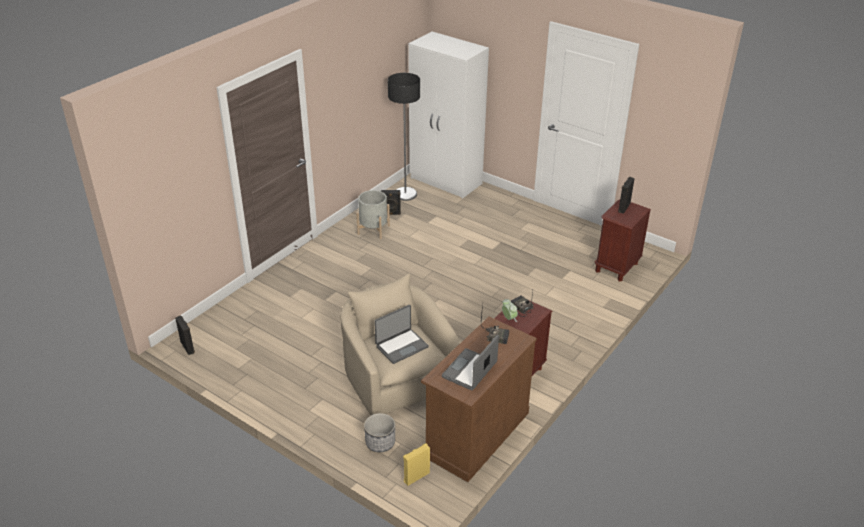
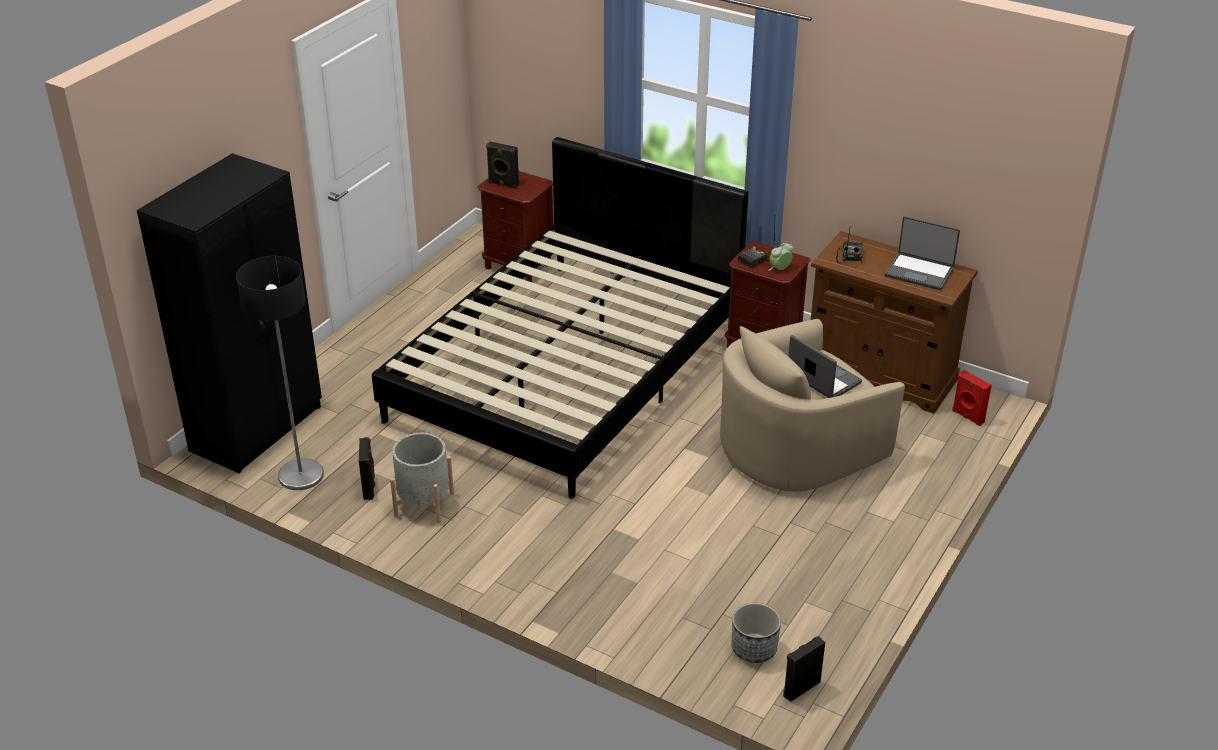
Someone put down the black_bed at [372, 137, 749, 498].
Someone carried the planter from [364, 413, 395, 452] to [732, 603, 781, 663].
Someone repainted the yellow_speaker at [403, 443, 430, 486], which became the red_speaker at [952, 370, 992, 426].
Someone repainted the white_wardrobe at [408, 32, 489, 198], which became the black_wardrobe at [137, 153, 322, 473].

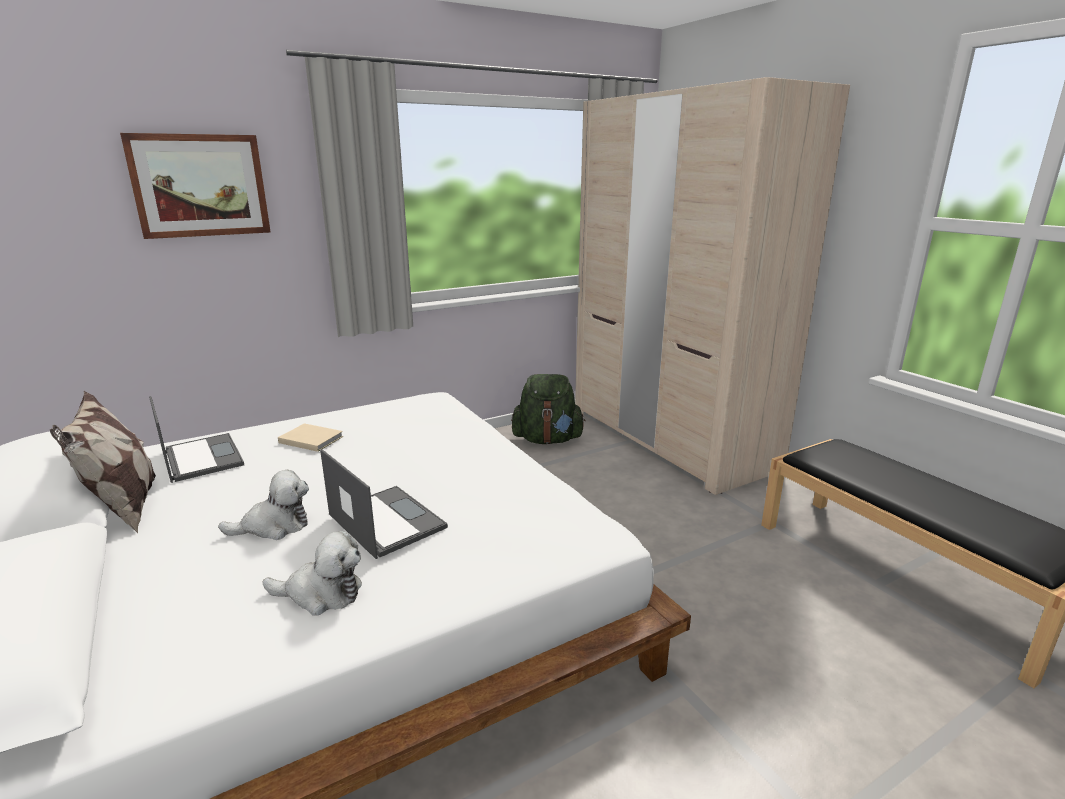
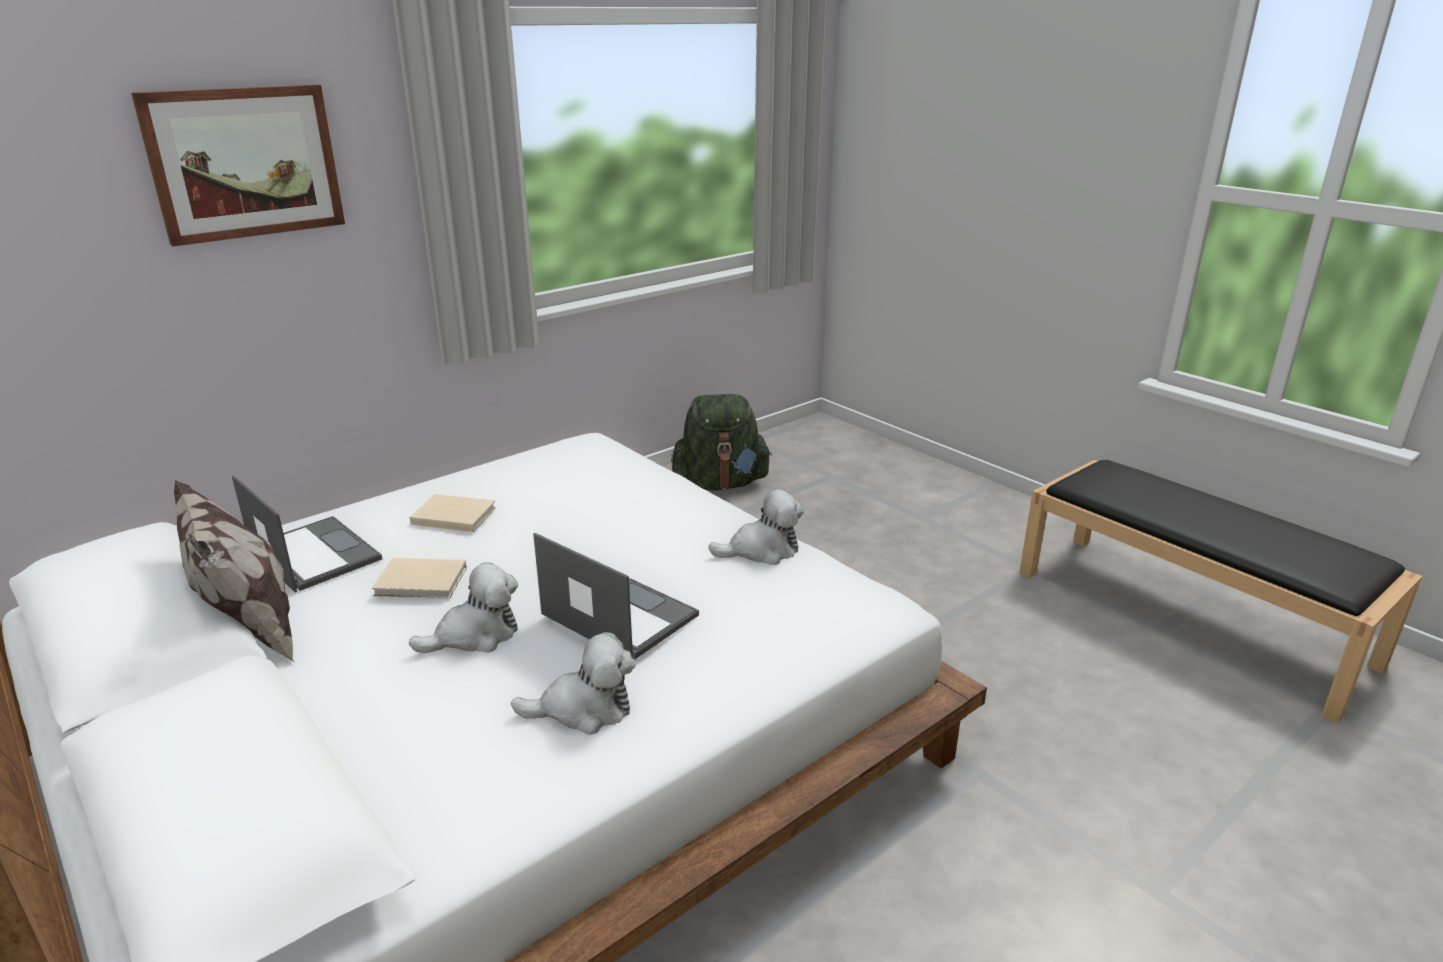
Someone took away the beige_wardrobe at [575, 77, 850, 495].
Someone put down the beige_book at [372, 558, 467, 599].
Someone put down the plush_toy at [708, 489, 804, 565].

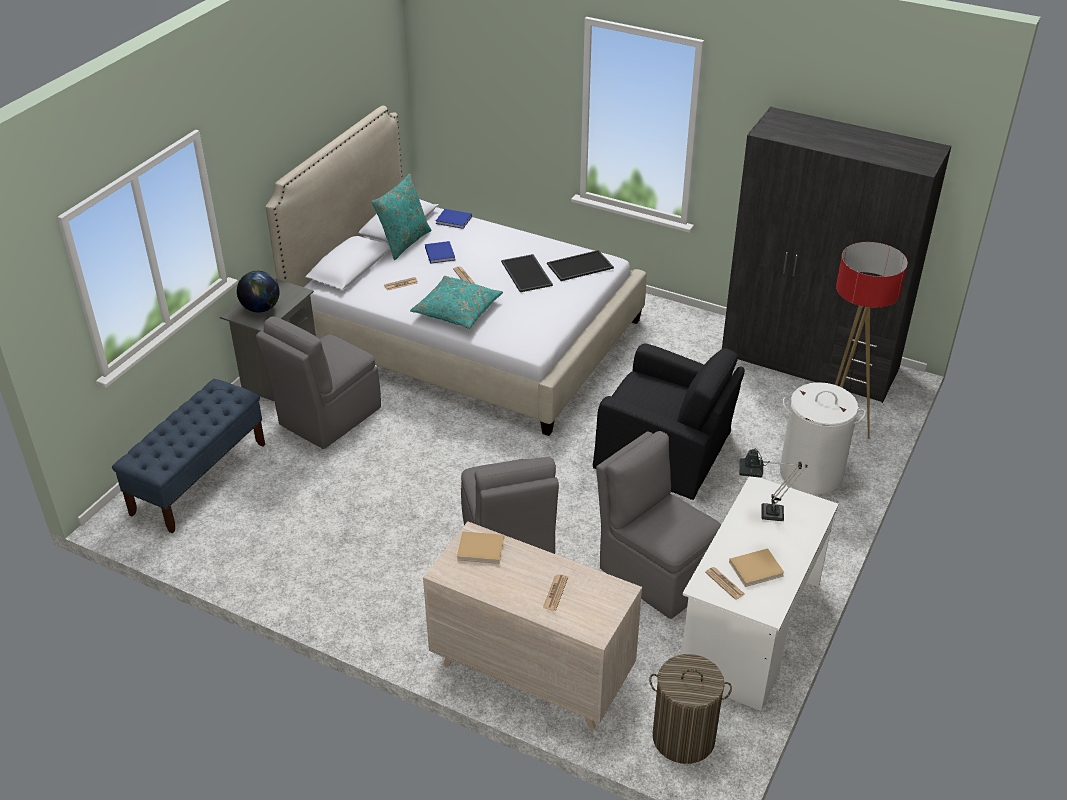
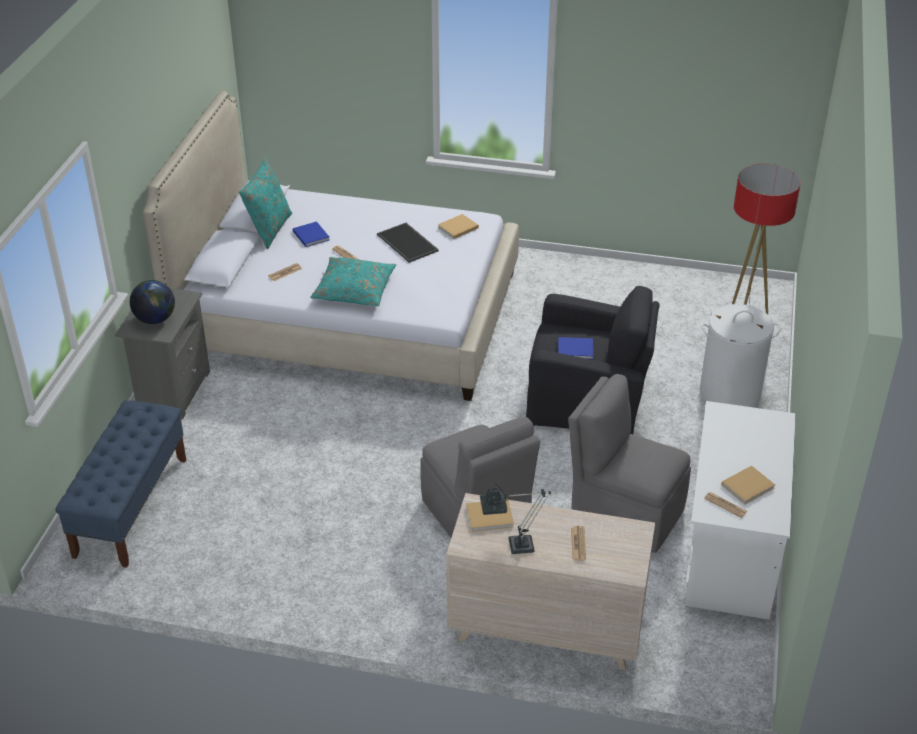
Someone took away the grey_chair at [256, 317, 381, 449].
Someone took away the laundry_basket at [649, 654, 732, 764].
Someone took away the grey_wardrobe at [722, 107, 951, 403].
Someone carried the blue_book from [436, 209, 472, 229] to [558, 337, 593, 359].
Someone carried the table_lamp from [739, 449, 807, 521] to [480, 484, 551, 554].
Someone swapped the tray at [547, 250, 614, 281] for the beige_book at [438, 214, 479, 239].

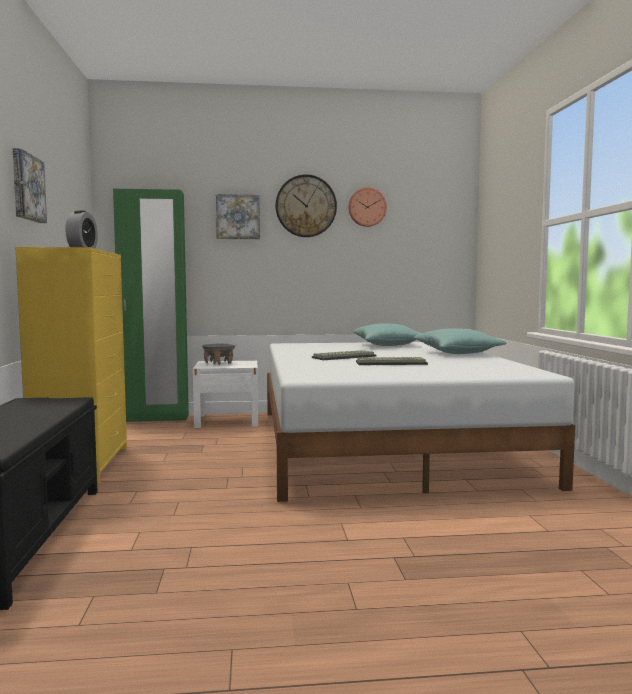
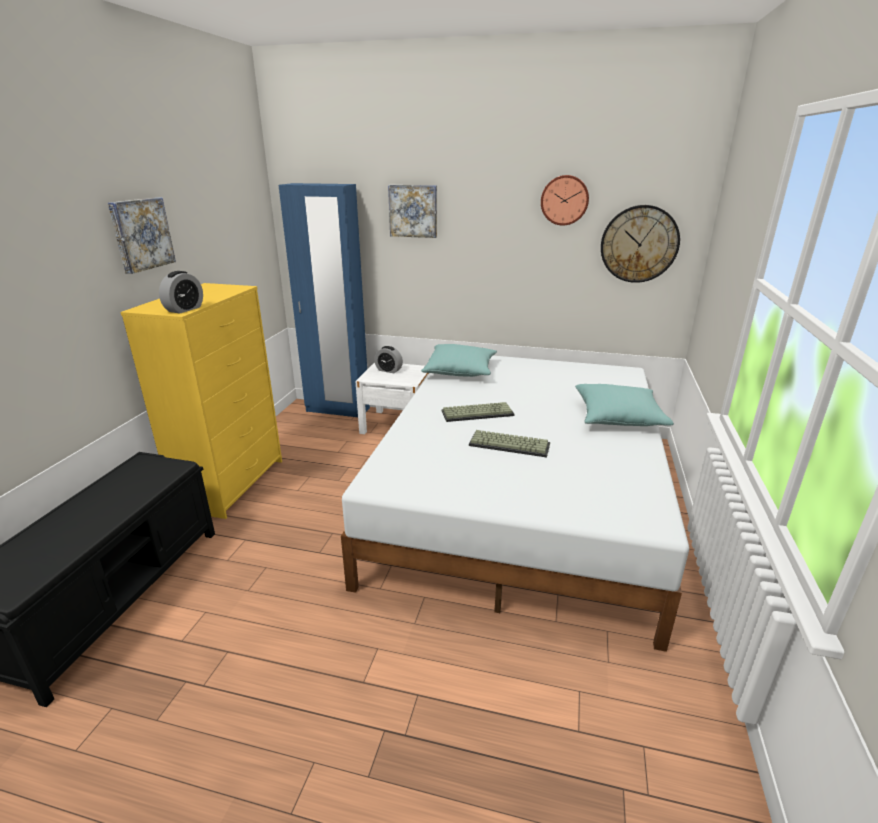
Someone carried the wall_clock from [276, 174, 337, 237] to [601, 205, 680, 283].
Someone carried the turquoise_pillow from [352, 323, 421, 346] to [421, 344, 497, 377].
Someone swapped the grey_bowl at [202, 343, 235, 365] for the alarm_clock at [374, 346, 403, 373].
Someone repainted the green_wardrobe at [113, 189, 189, 422], which became the blue_wardrobe at [279, 183, 370, 417].

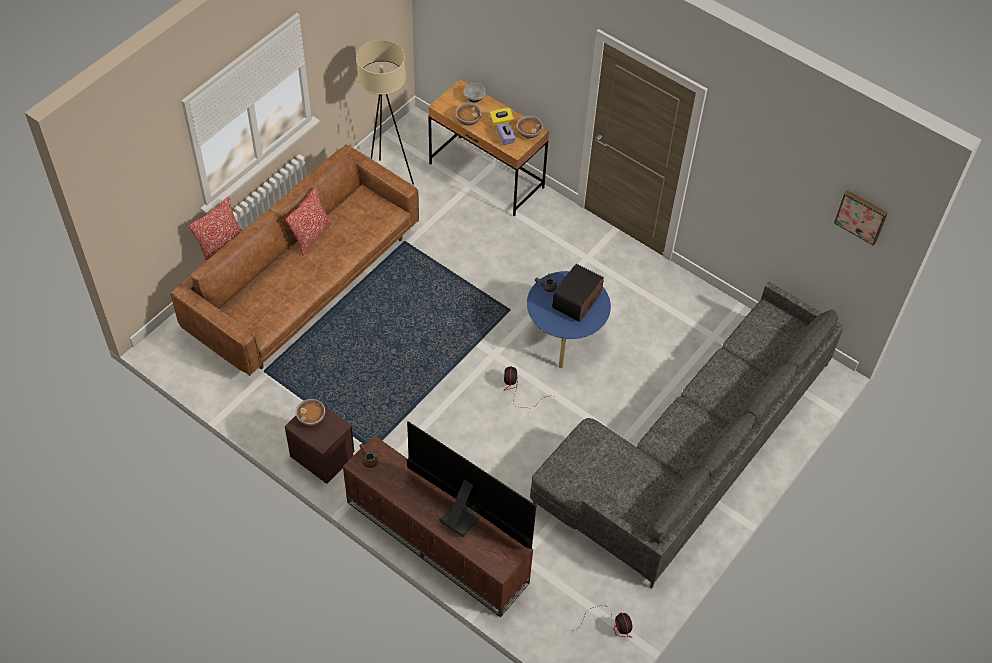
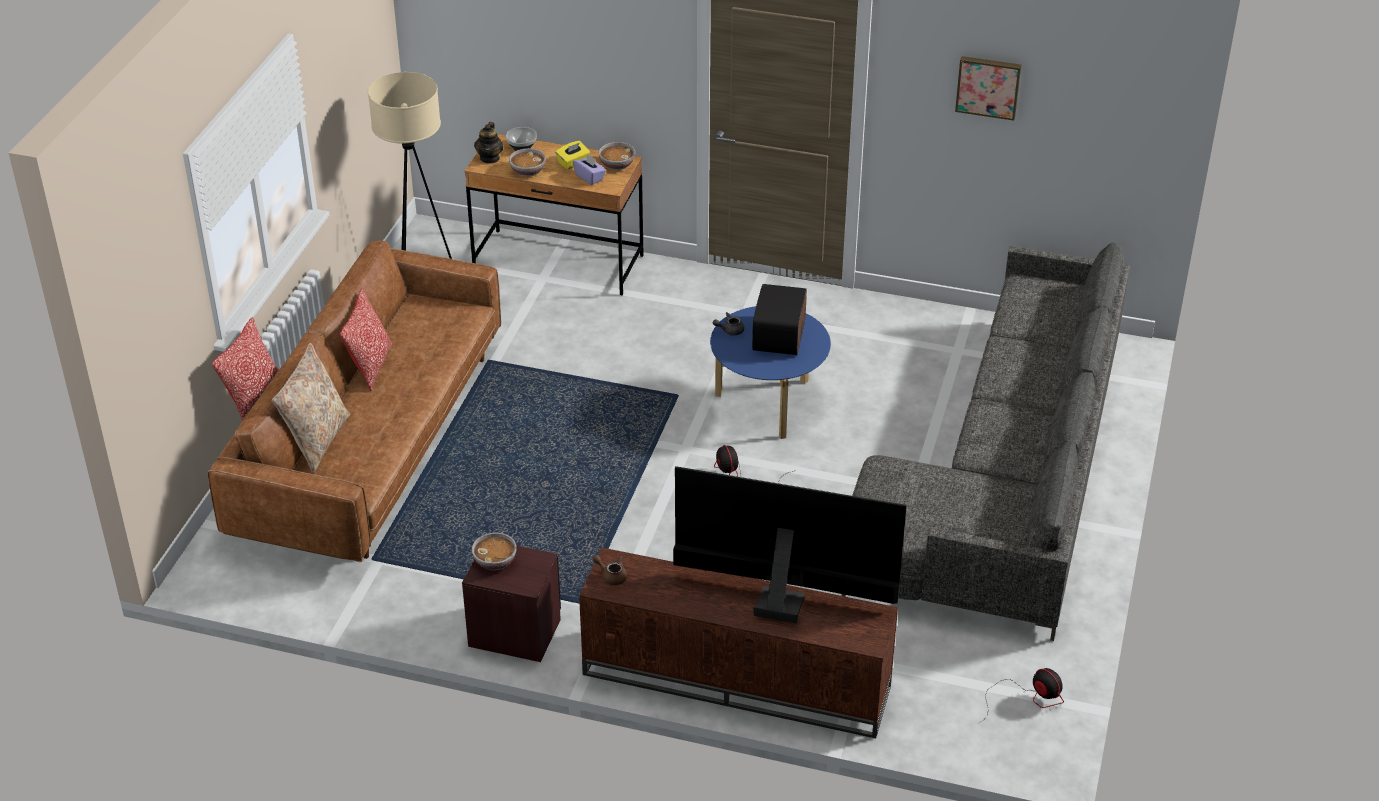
Someone put down the beige_pillow at [272, 343, 350, 473].
Someone put down the teapot at [474, 122, 504, 164].
Someone carried the picture from [834, 190, 888, 246] to [955, 56, 1021, 121].

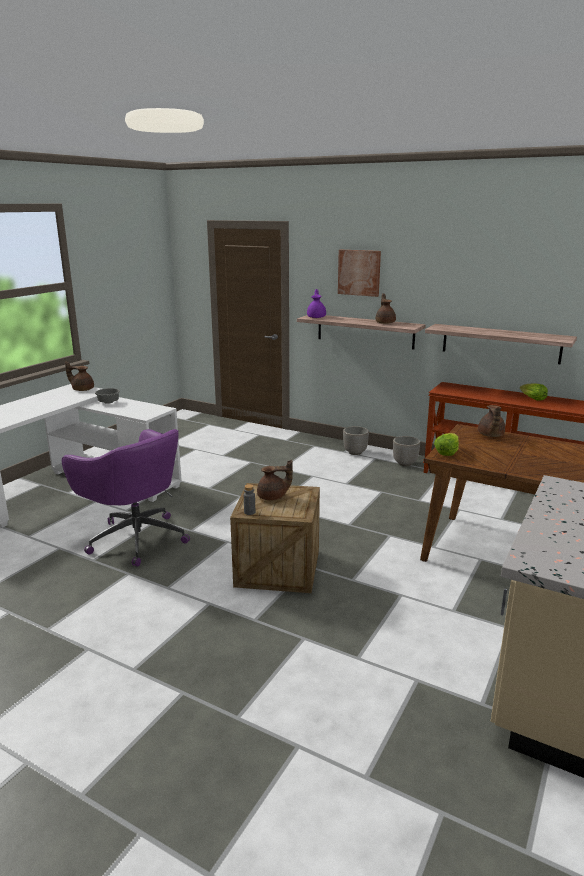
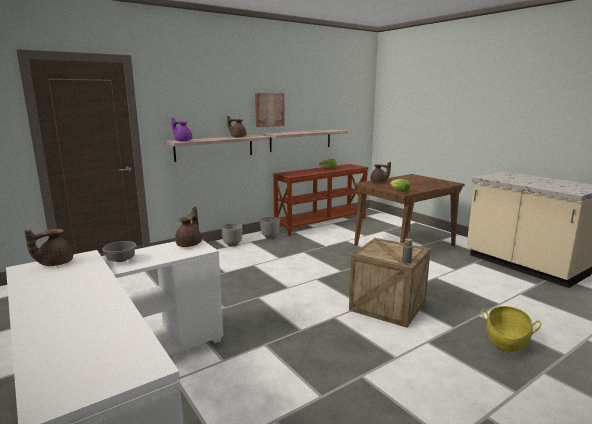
Someone took away the purple_office_chair at [62, 429, 190, 567].
Someone put down the basket at [481, 306, 541, 352].
Someone carried the brown_teapot from [257, 460, 293, 500] to [175, 206, 202, 247].
Someone carried the picture from [338, 250, 381, 297] to [255, 93, 285, 127].

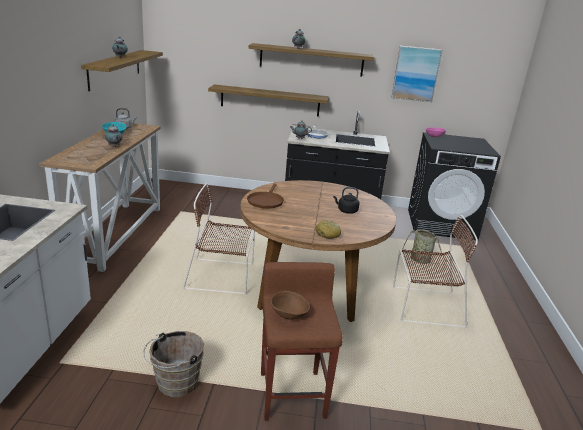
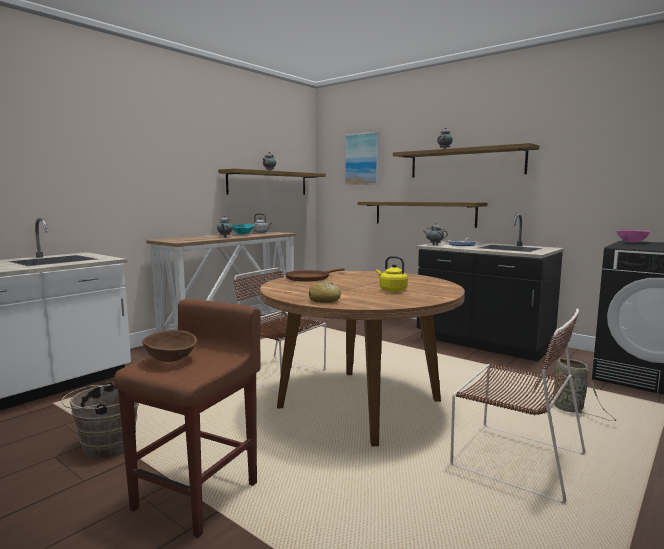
Someone carried the picture from [391, 46, 442, 102] to [345, 131, 380, 185].
Someone repainted the black_kettle at [333, 187, 360, 214], which became the yellow_kettle at [376, 256, 408, 292].

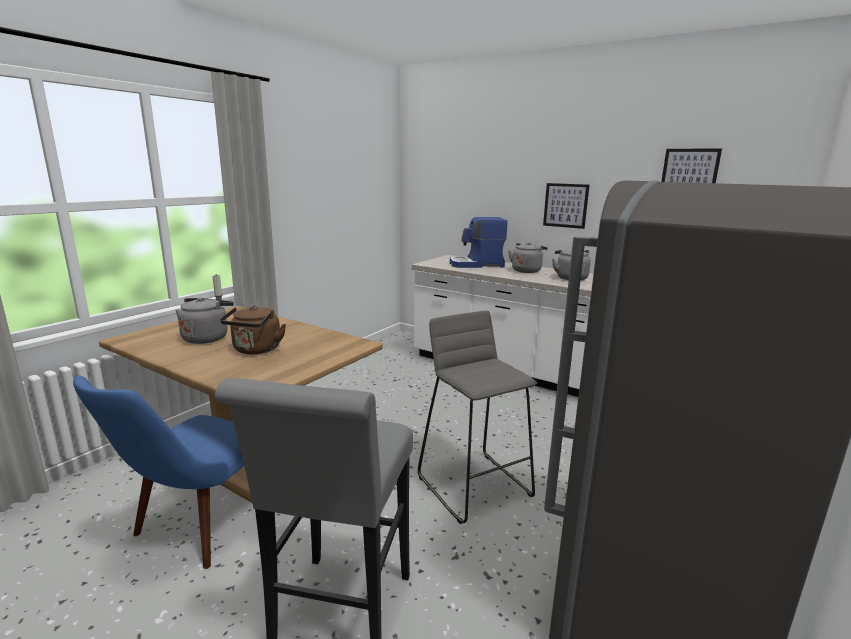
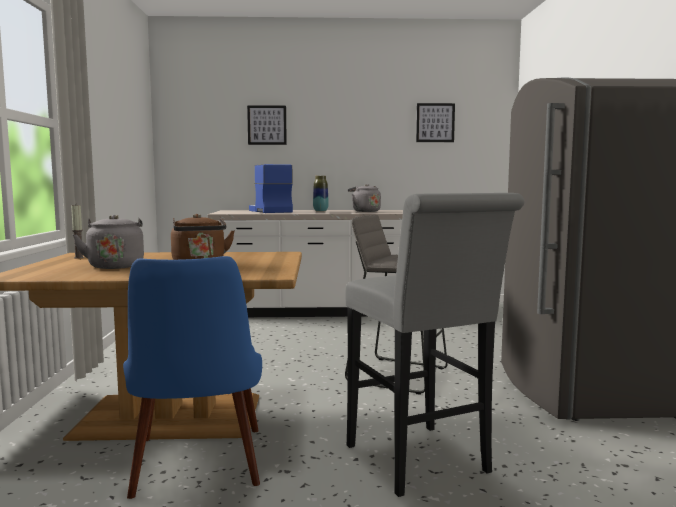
Someone carried the picture from [543, 183, 590, 229] to [247, 105, 287, 145].
Someone swapped the grey_kettle at [508, 242, 548, 273] for the vase at [313, 176, 329, 212].
Someone rotated the coffee_machine at [450, 217, 508, 268] by 105 degrees clockwise.

